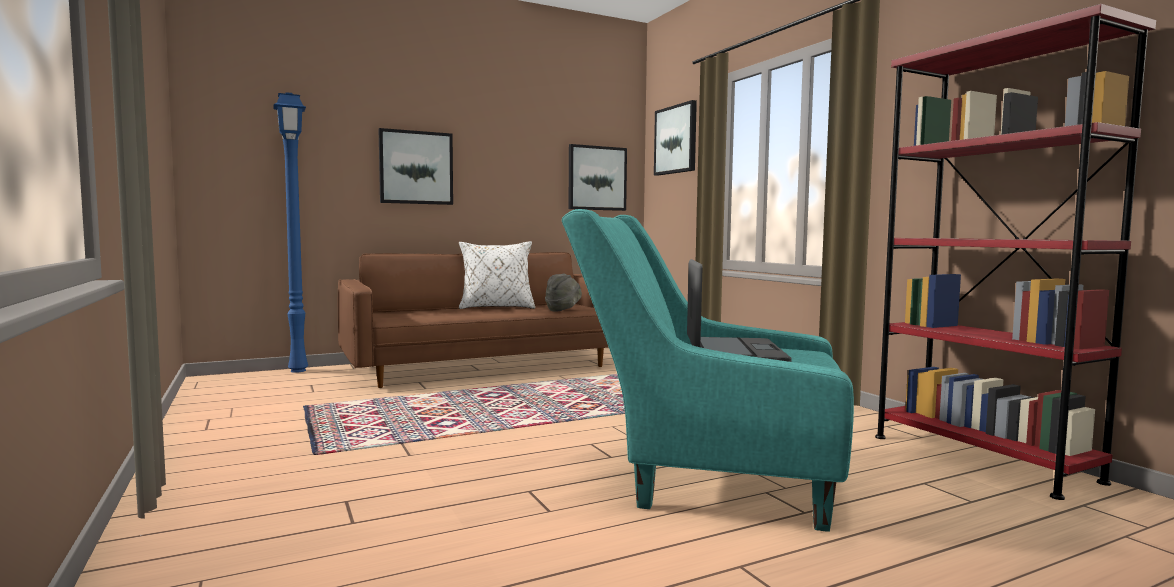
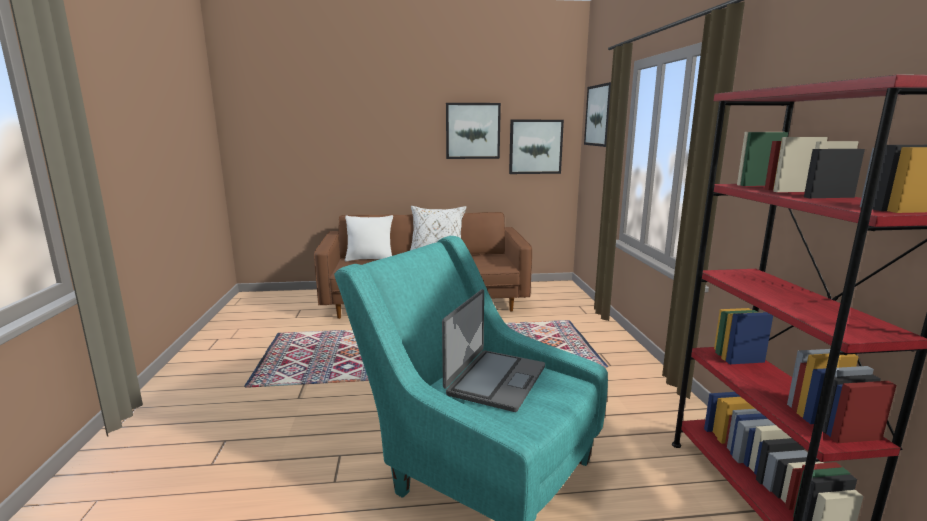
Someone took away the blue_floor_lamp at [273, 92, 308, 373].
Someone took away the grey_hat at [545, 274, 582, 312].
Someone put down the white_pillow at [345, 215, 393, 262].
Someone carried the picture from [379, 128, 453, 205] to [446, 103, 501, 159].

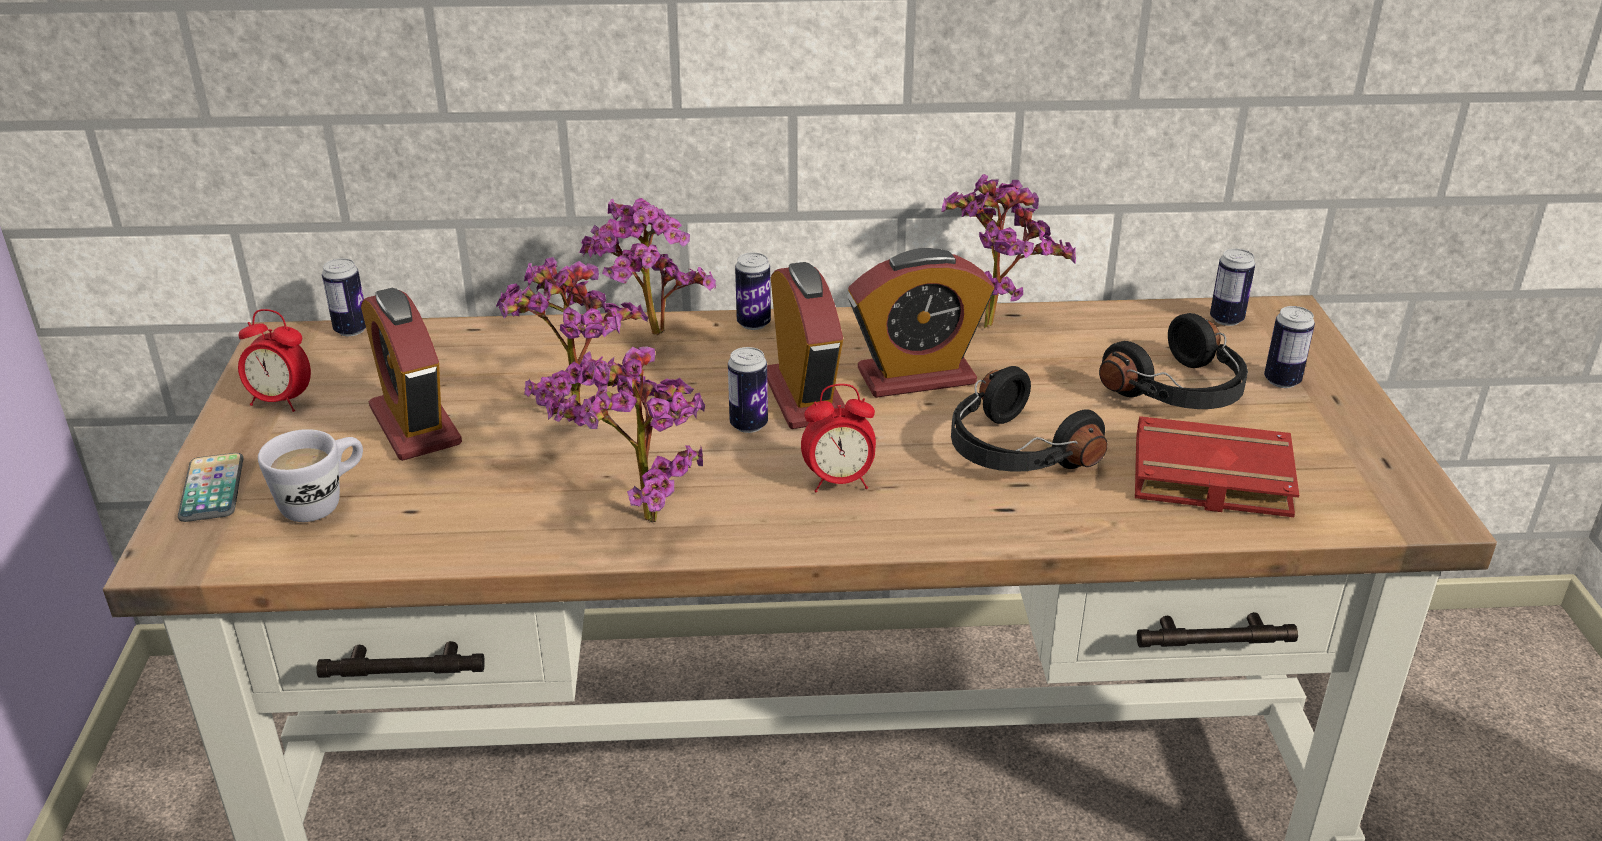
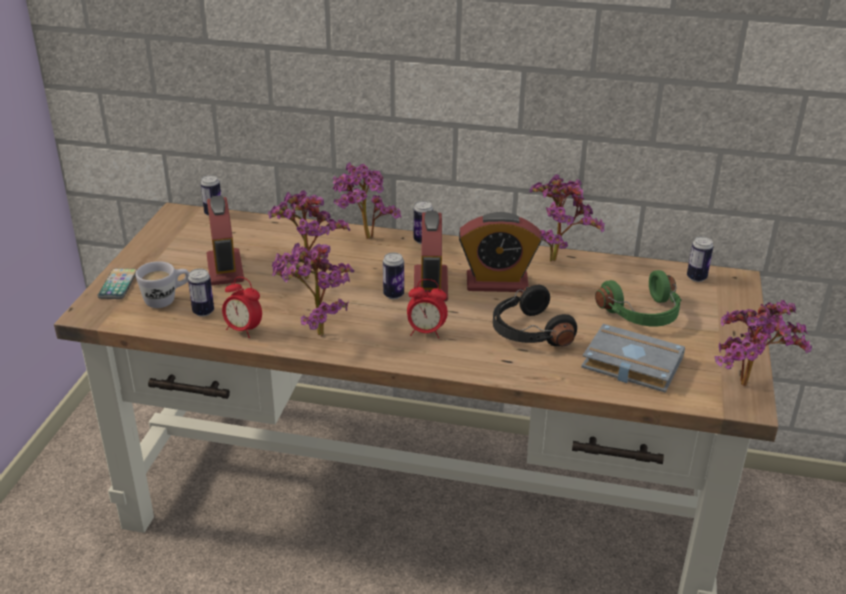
Someone put down the potted_plant at [715, 300, 812, 386].
Someone carried the alarm_clock from [238, 309, 311, 412] to [222, 277, 262, 338].
Someone carried the can from [1264, 306, 1315, 388] to [188, 269, 214, 316].
Someone repainted the black_headphones at [1099, 313, 1248, 409], which became the green_headphones at [595, 270, 681, 327].
Someone repainted the red_book at [1135, 416, 1299, 517], which became the grey_book at [581, 324, 685, 393].

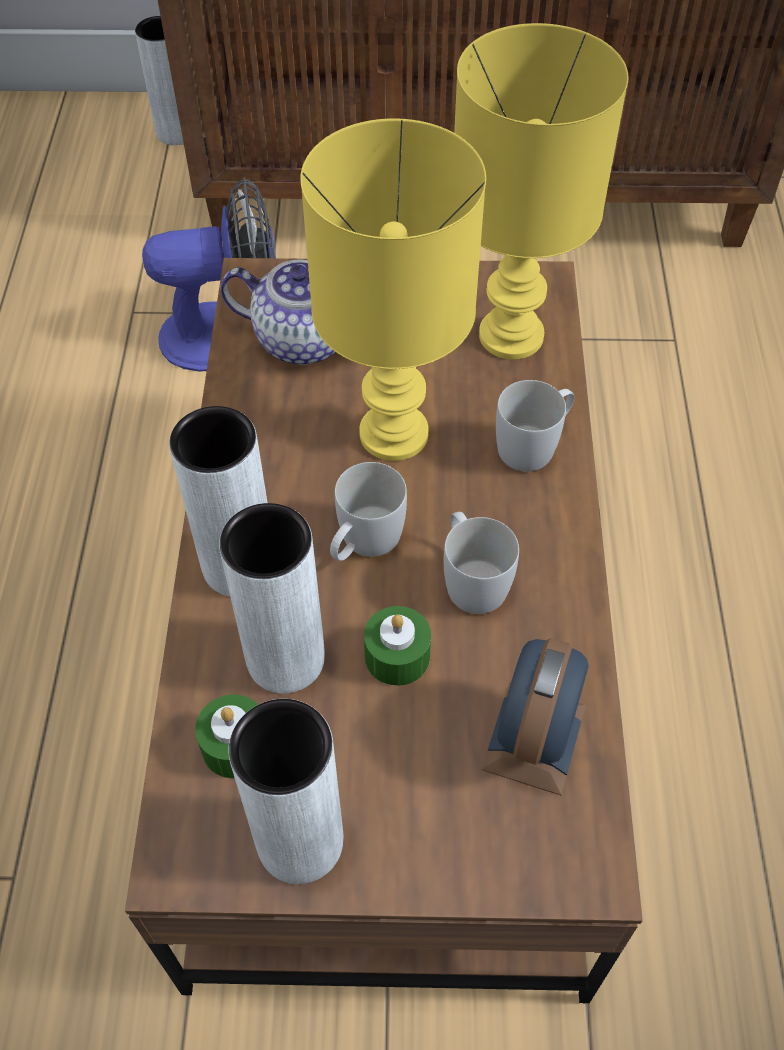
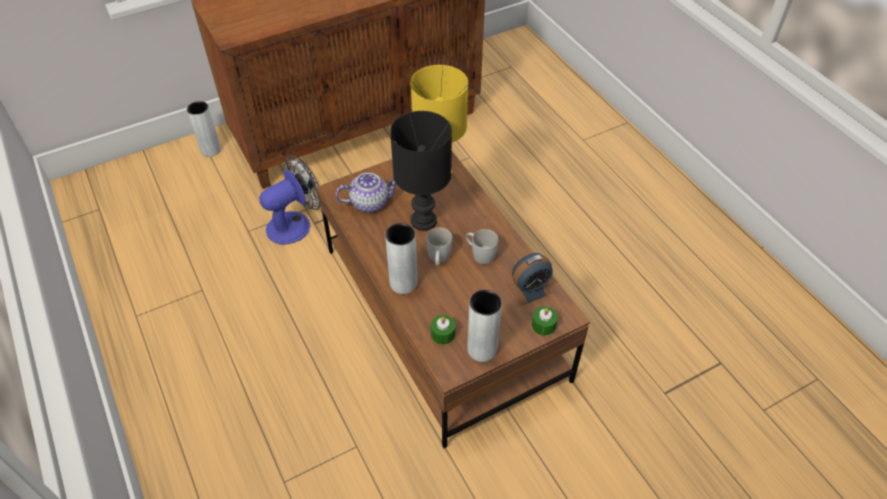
Someone took away the grey_vase at [219, 503, 325, 693].
Someone took away the white_mug at [496, 380, 574, 471].
Someone carried the green_candle from [364, 606, 431, 686] to [532, 306, 558, 336].
Someone repainted the yellow_table_lamp at [300, 118, 486, 461], which became the black_table_lamp at [390, 111, 452, 231].
Someone rotated the alarm_clock at [482, 638, 588, 795] by 105 degrees counterclockwise.

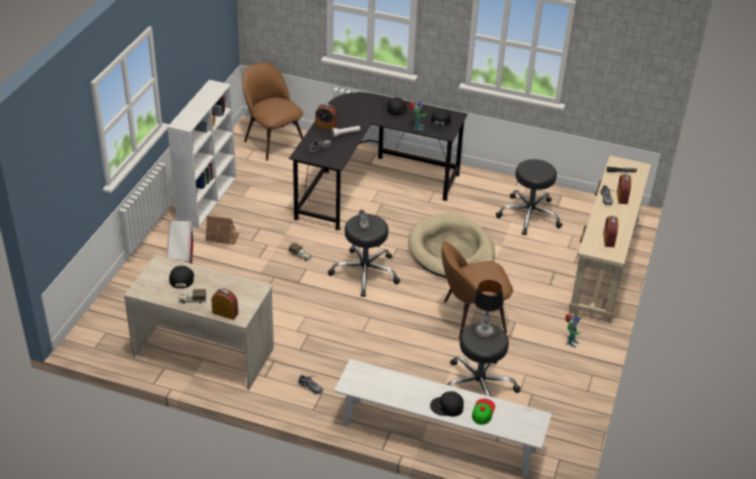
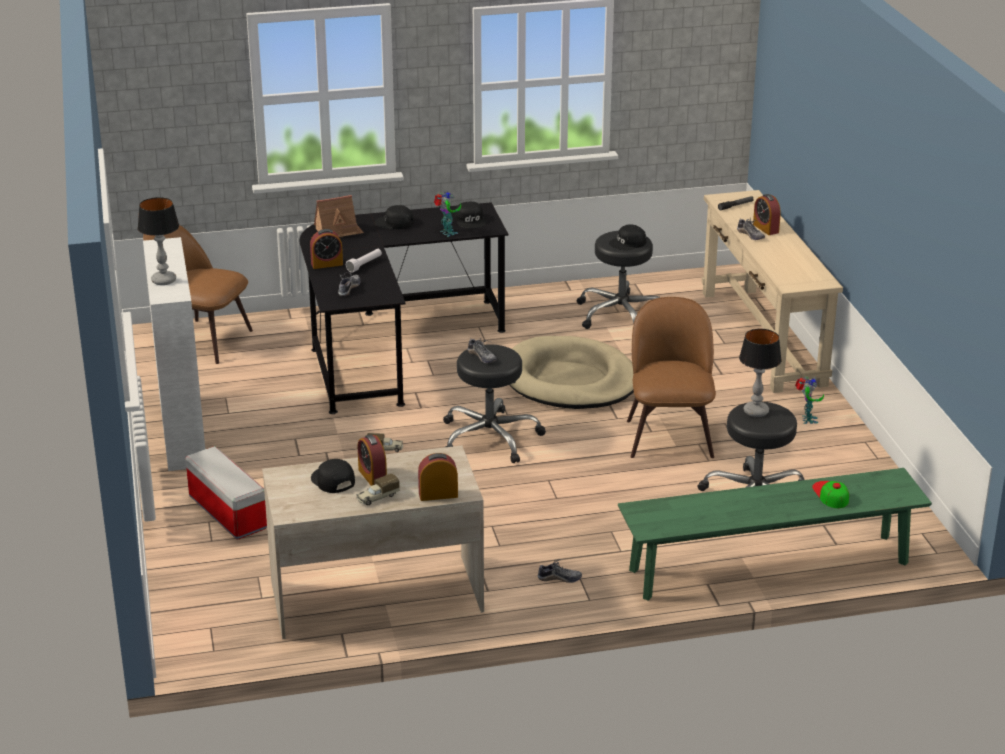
Someone put down the table_lamp at [138, 197, 179, 285].
Someone carried the toy_house from [205, 215, 239, 245] to [314, 195, 364, 238].
Someone carried the black_cap from [430, 391, 464, 417] to [609, 224, 646, 250].
Someone carried the alarm_clock from [603, 216, 618, 247] to [358, 434, 387, 486].
Someone repainted the white_bench at [334, 359, 552, 477], which became the green_bench at [618, 468, 932, 601].
Someone rotated the brown_chair at [442, 242, 513, 340] by 135 degrees clockwise.

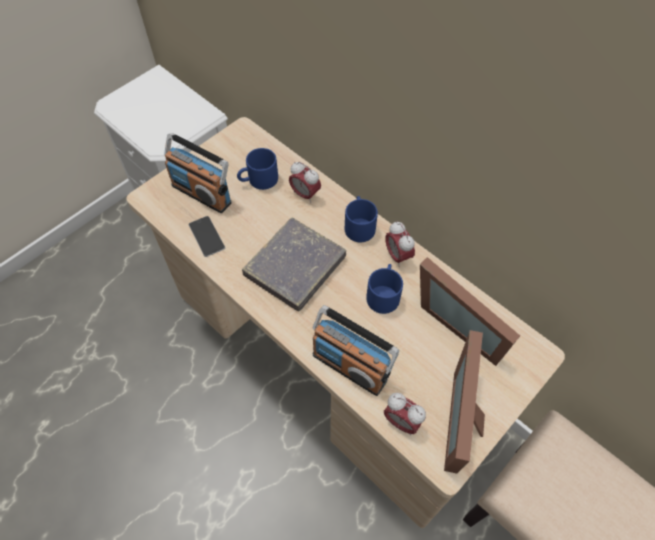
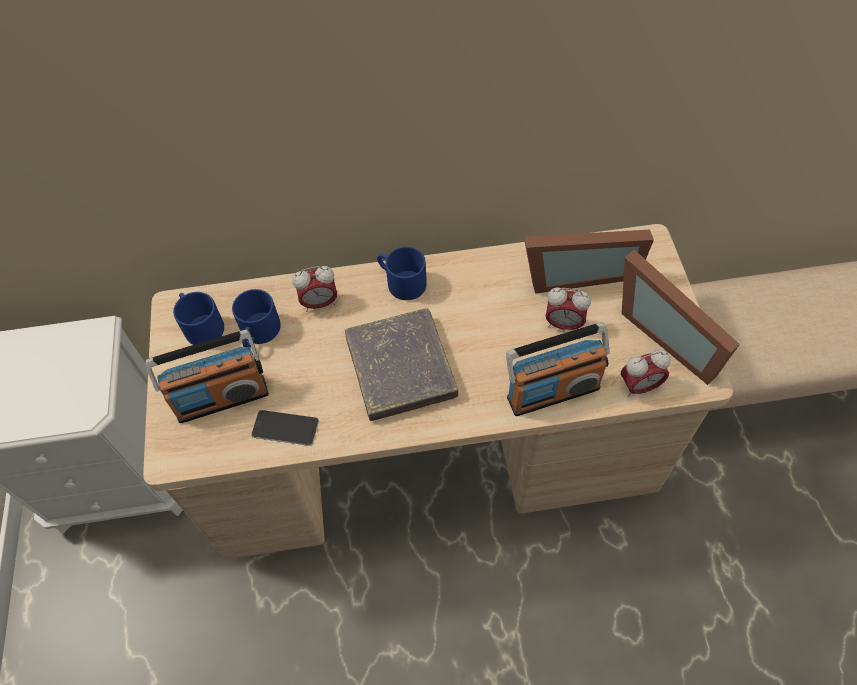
Someone carried the blue_mug from [366, 264, 403, 314] to [173, 292, 224, 345].
Someone carried the alarm_clock from [385, 221, 415, 267] to [545, 288, 591, 330].

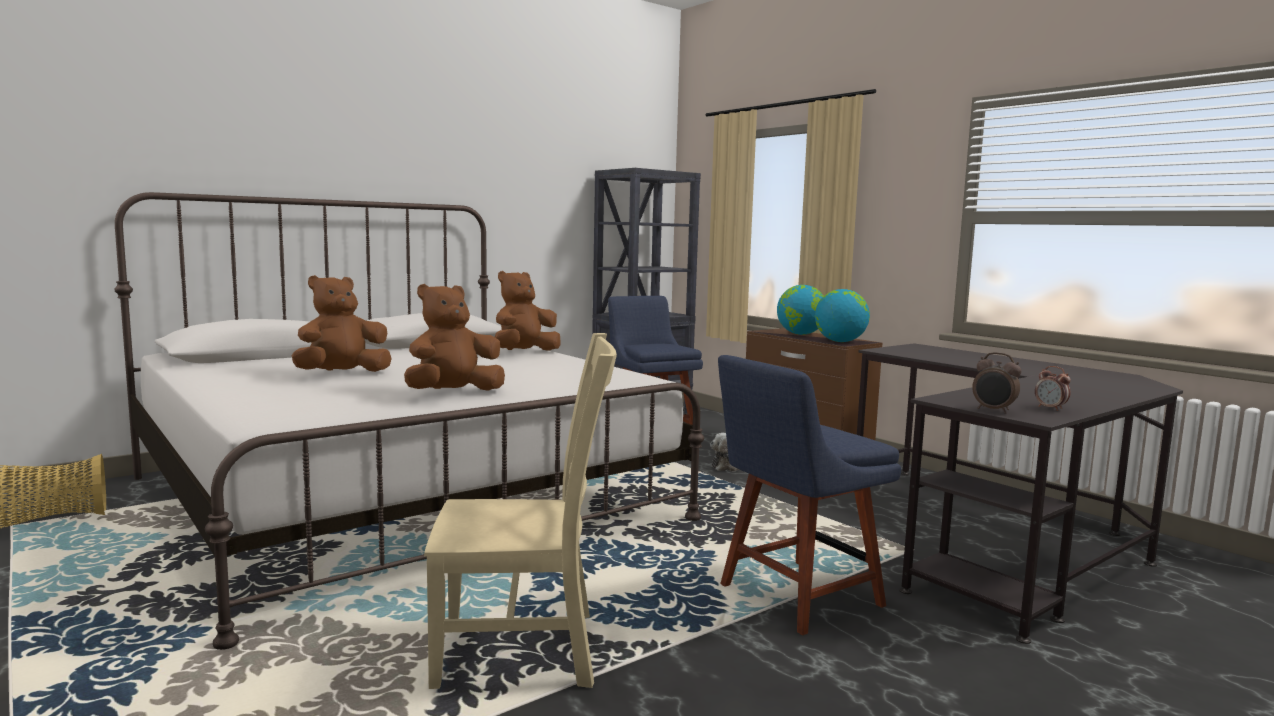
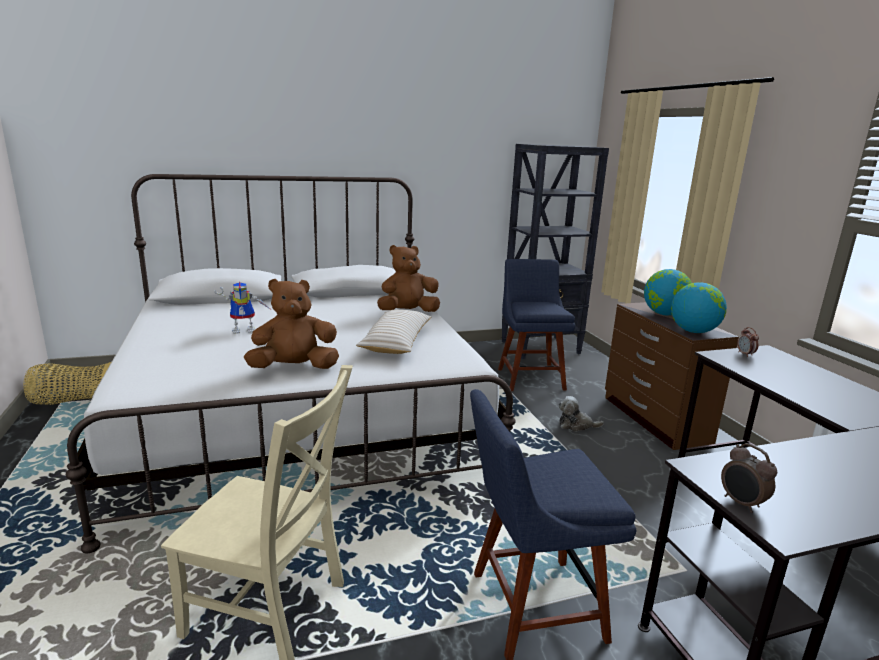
Someone put down the beige_pillow at [356, 309, 431, 354].
Someone carried the alarm_clock from [1035, 366, 1071, 411] to [737, 327, 759, 357].
Someone swapped the brown_plush_toy at [292, 275, 392, 372] for the toy_robot at [214, 281, 270, 334].

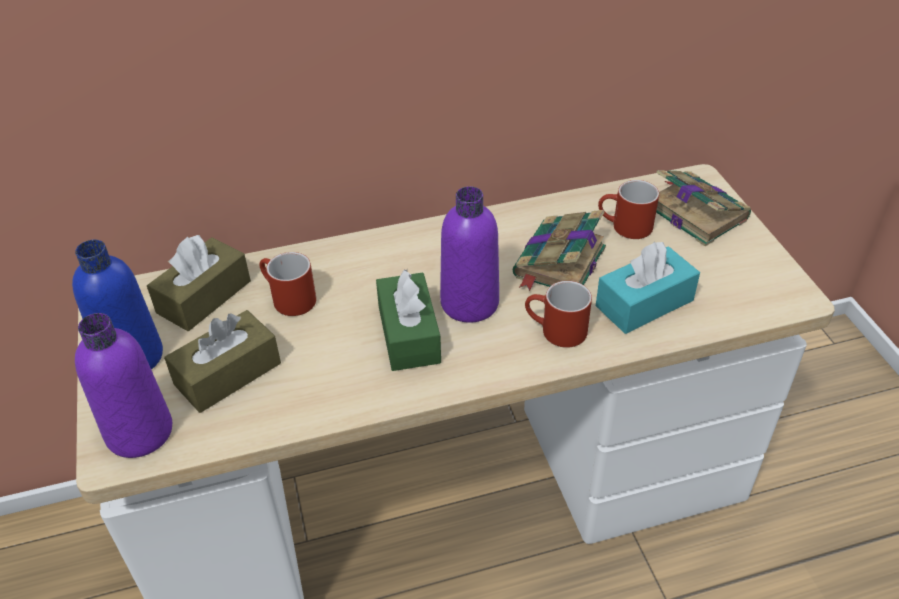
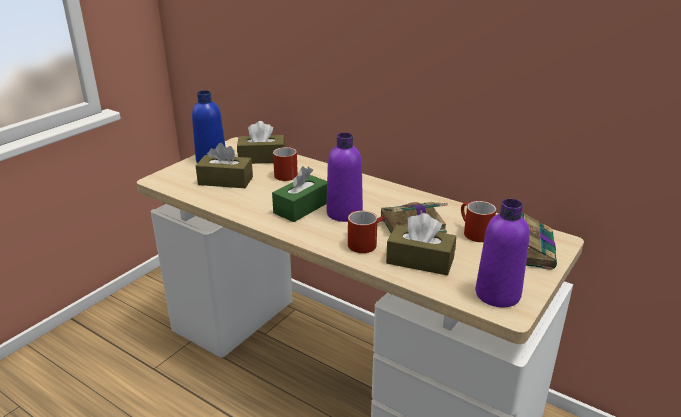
Someone carried the purple_bottle from [75, 313, 172, 458] to [476, 199, 530, 307].
Someone repainted the turquoise_tissue_box at [596, 242, 700, 334], which became the brown_tissue_box at [386, 213, 456, 275].

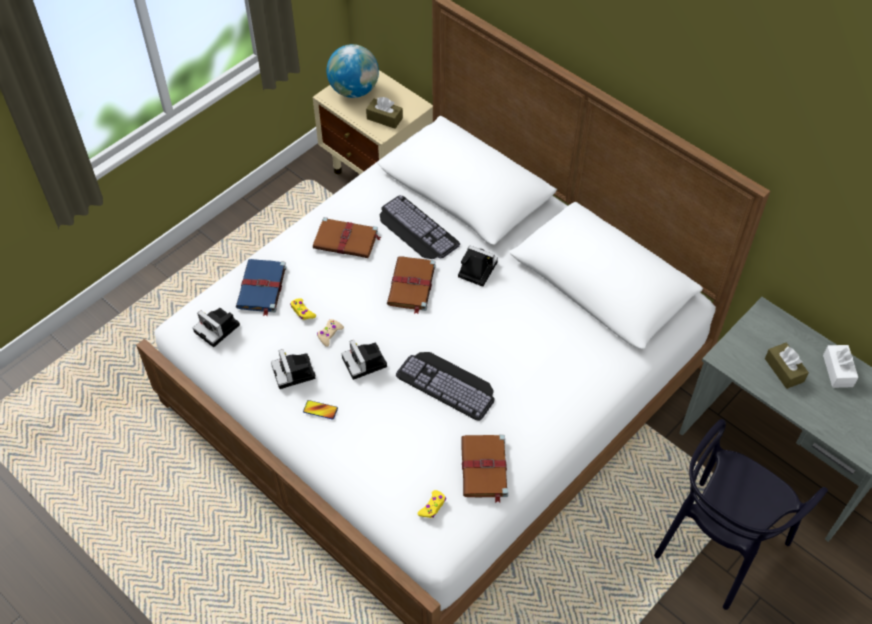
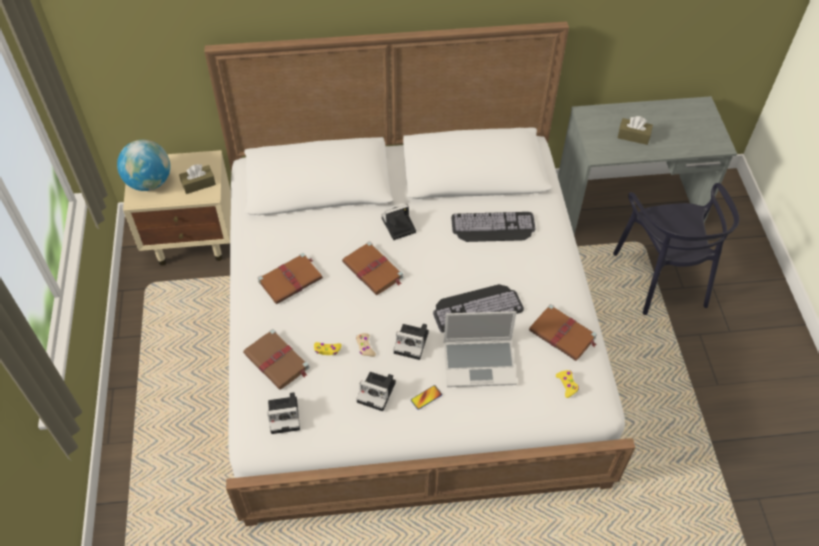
Someone took away the white_tissue_box at [823, 345, 858, 388].
Someone put down the laptop at [444, 311, 517, 387].
Someone carried the keyboard from [380, 195, 460, 259] to [451, 212, 536, 242].
Someone repainted the blue_book at [236, 259, 286, 316], which became the brown_book at [243, 329, 309, 390].

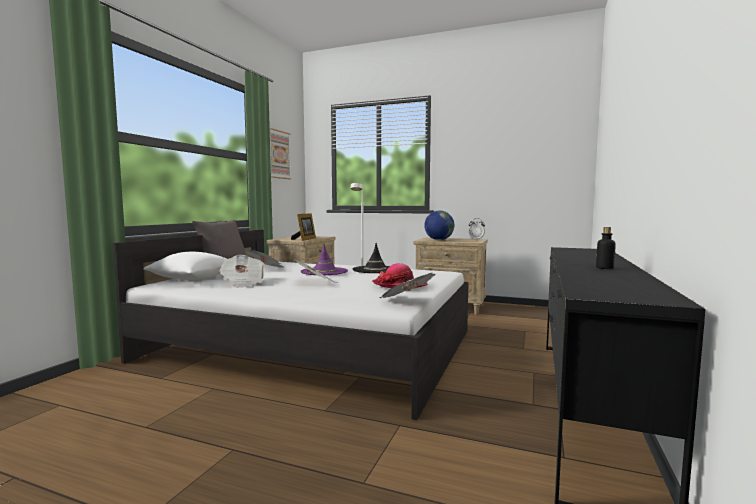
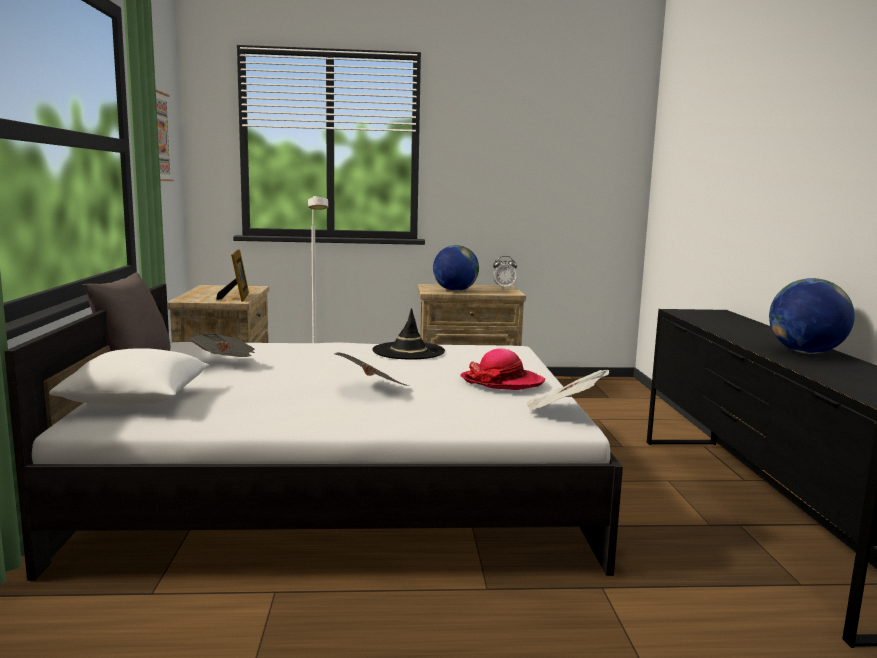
Someone took away the newspaper at [219, 255, 265, 288].
Someone took away the purple_hat at [301, 244, 348, 275].
Someone swapped the bottle at [596, 227, 616, 269] for the globe at [769, 278, 855, 354].

